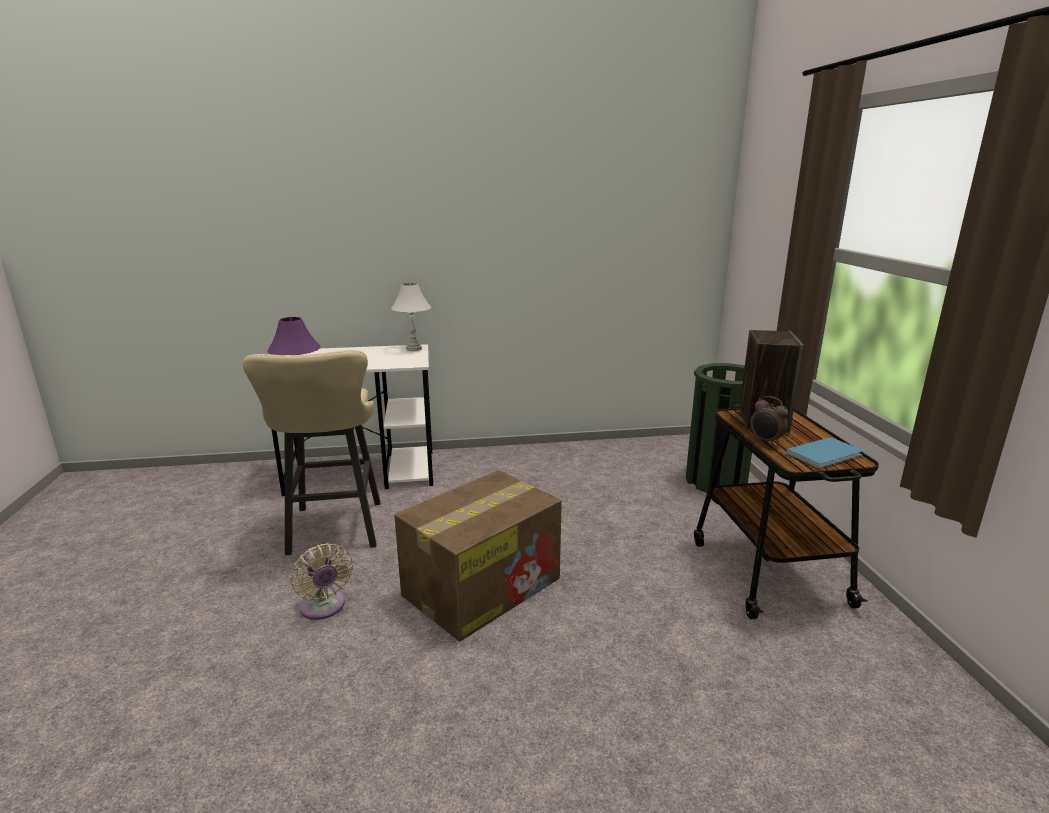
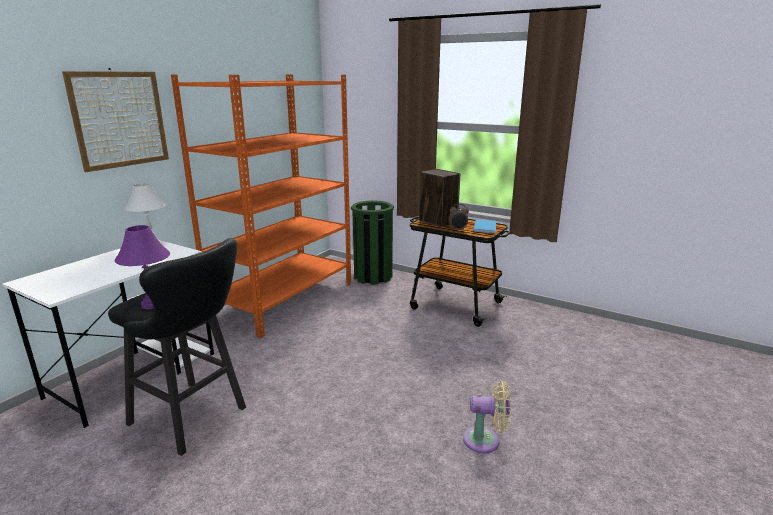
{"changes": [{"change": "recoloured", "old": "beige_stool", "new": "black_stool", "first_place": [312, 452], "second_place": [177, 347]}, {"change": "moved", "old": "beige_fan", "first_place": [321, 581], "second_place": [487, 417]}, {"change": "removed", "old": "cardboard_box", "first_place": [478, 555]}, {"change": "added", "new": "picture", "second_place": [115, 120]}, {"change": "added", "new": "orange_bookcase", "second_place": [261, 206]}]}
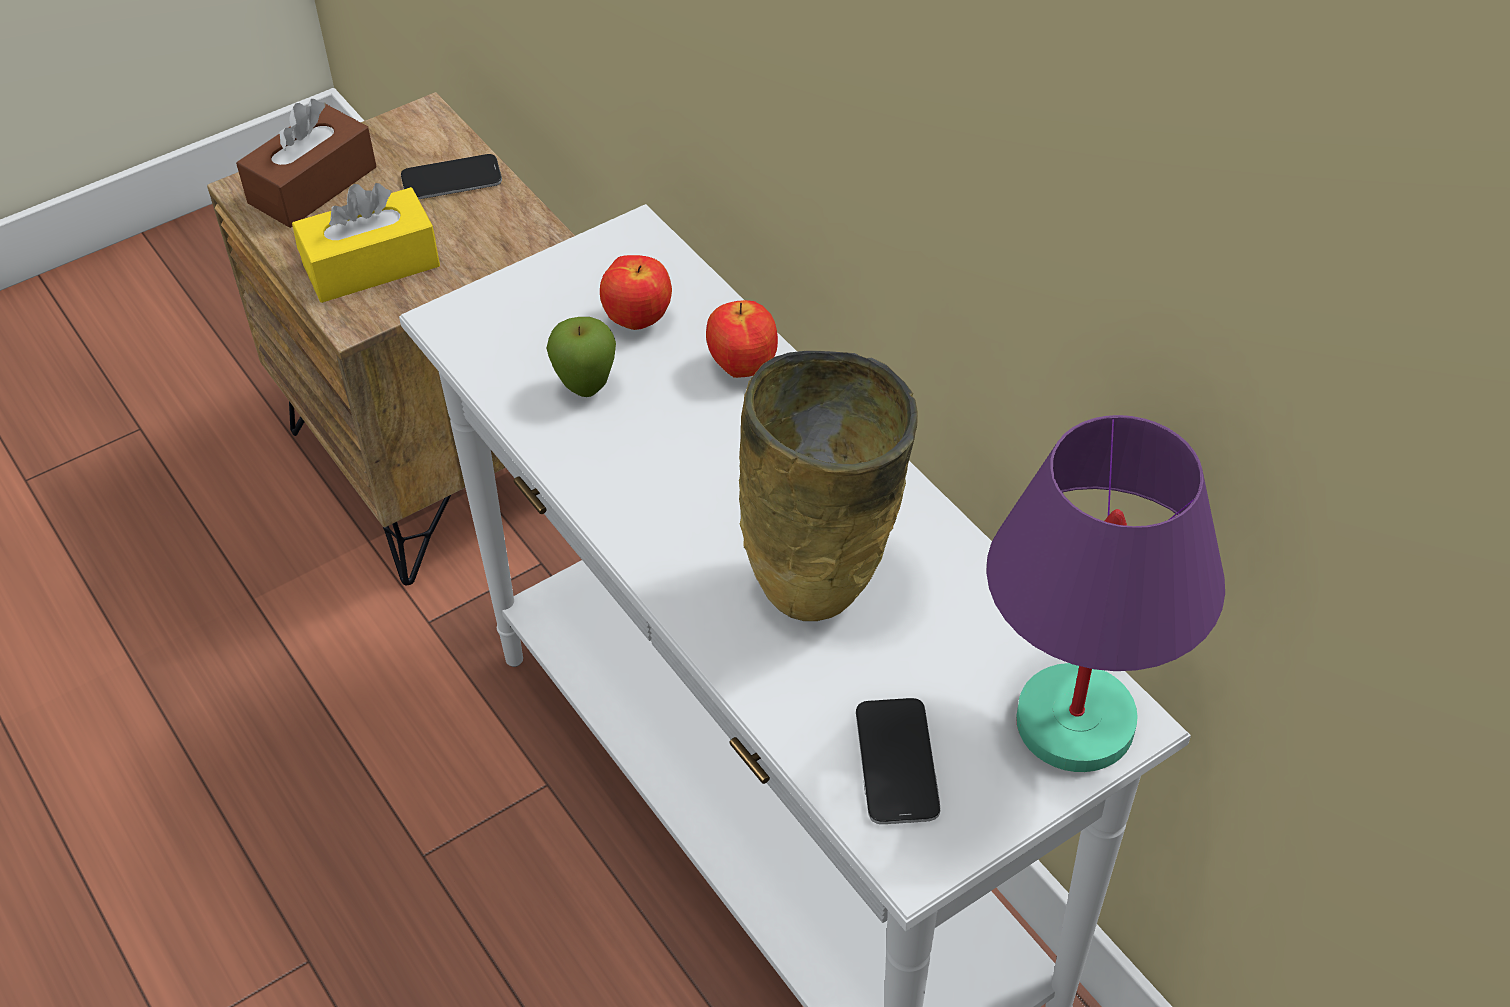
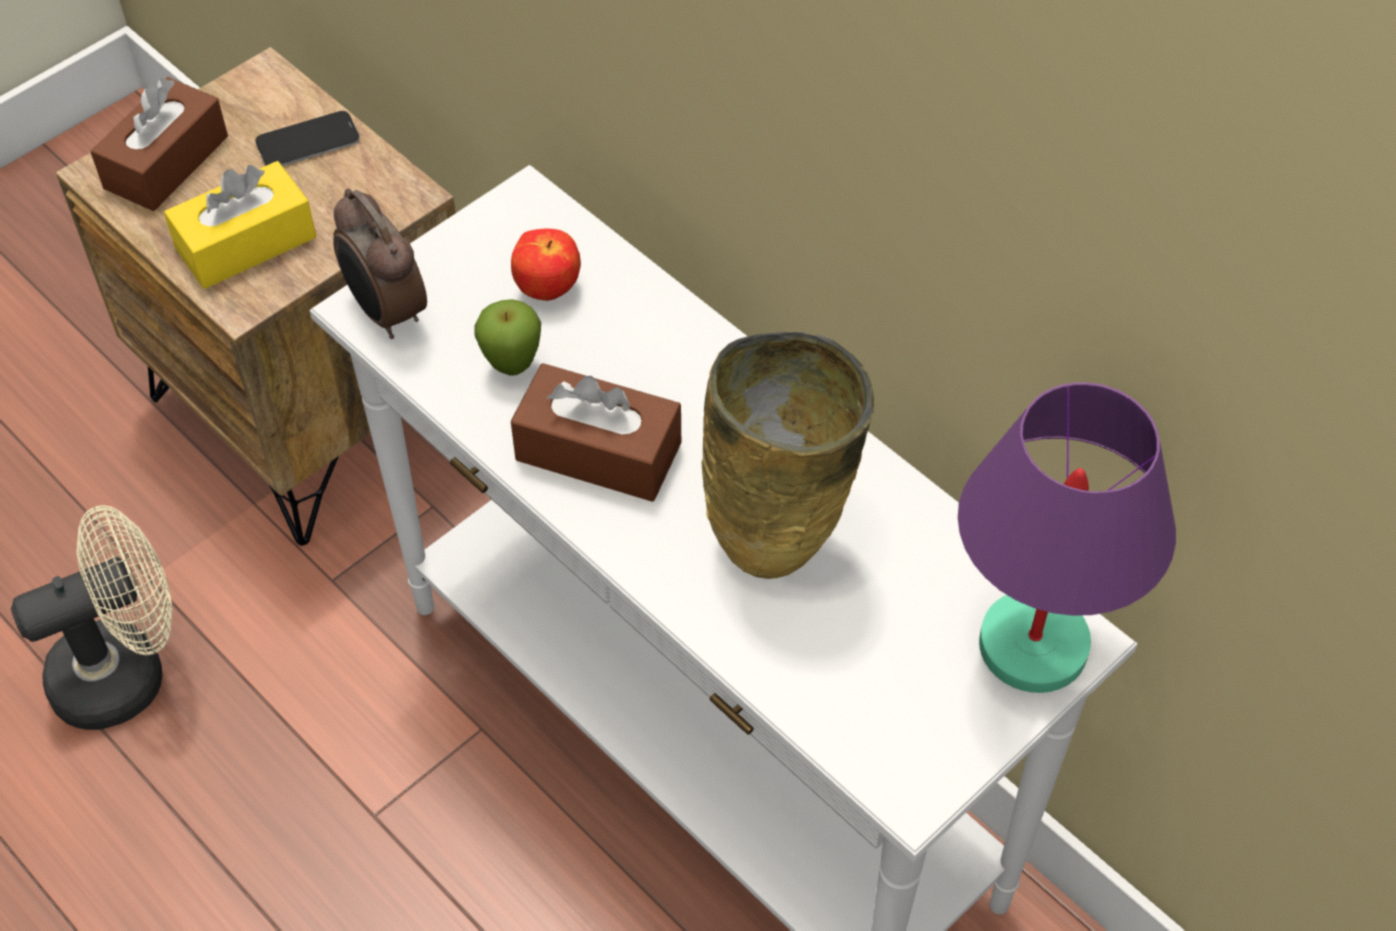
{"changes": [{"change": "removed", "old": "apple", "first_place": [742, 339]}, {"change": "removed", "old": "phone", "first_place": [898, 761]}, {"change": "added", "new": "beige_fan", "second_place": [92, 617]}, {"change": "added", "new": "alarm_clock", "second_place": [380, 263]}, {"change": "added", "new": "brown_tissue_box", "second_place": [596, 432]}]}
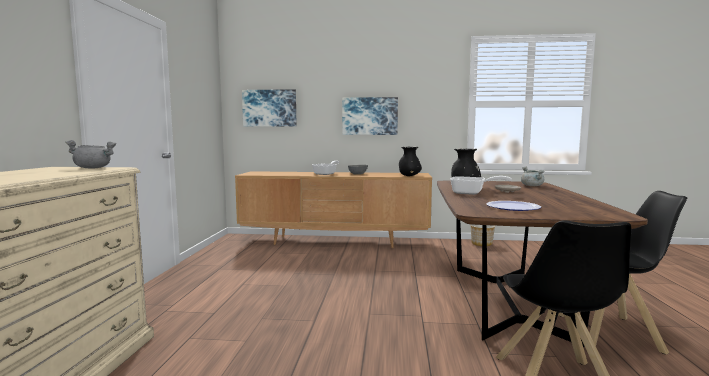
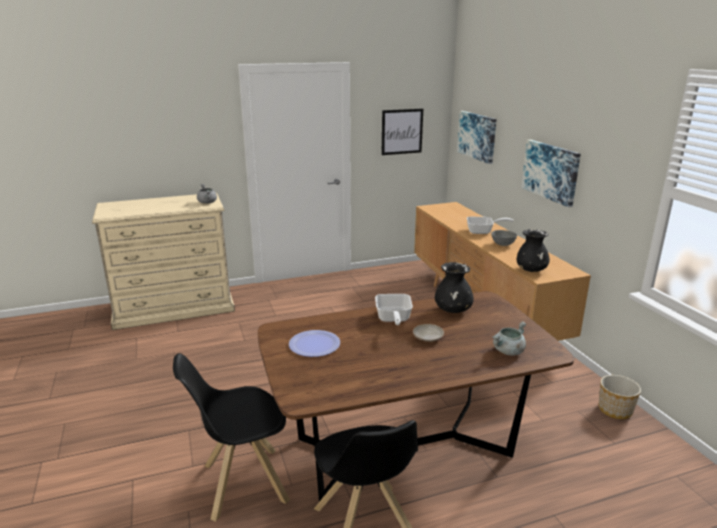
{"changes": [{"change": "added", "new": "picture", "second_place": [402, 132]}]}
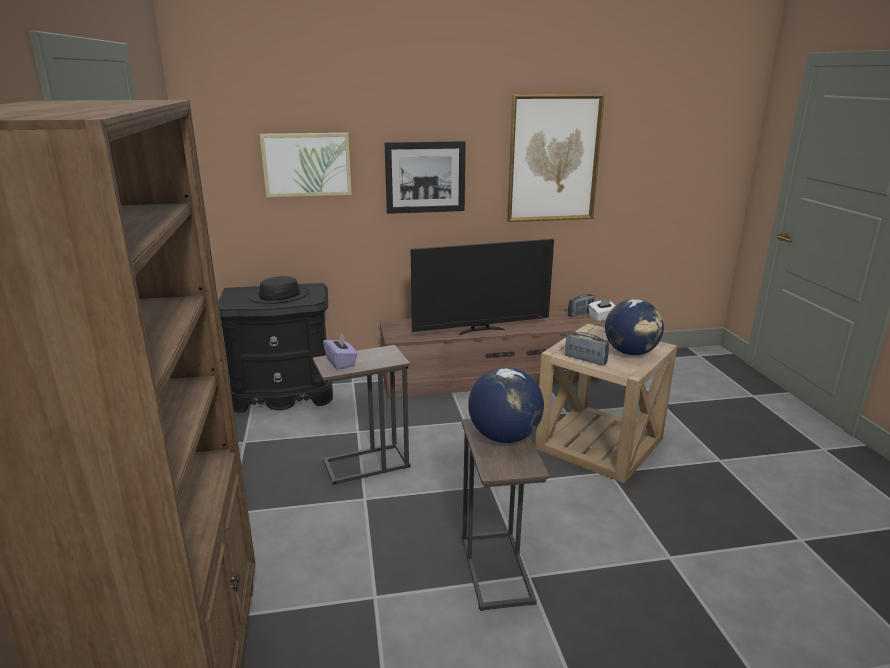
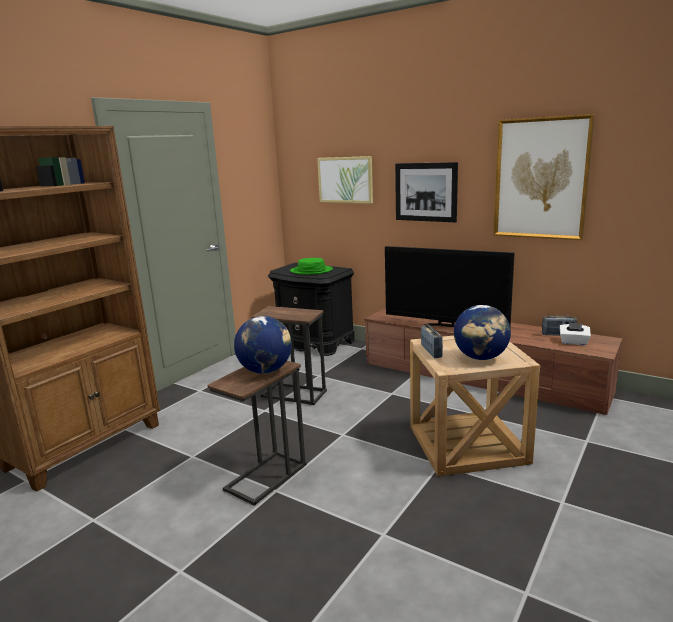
{"changes": [{"change": "recoloured", "old": "black_hat", "new": "green_hat", "first_place": [279, 290], "second_place": [311, 266]}, {"change": "removed", "old": "purple_tissue_box", "first_place": [340, 352]}]}
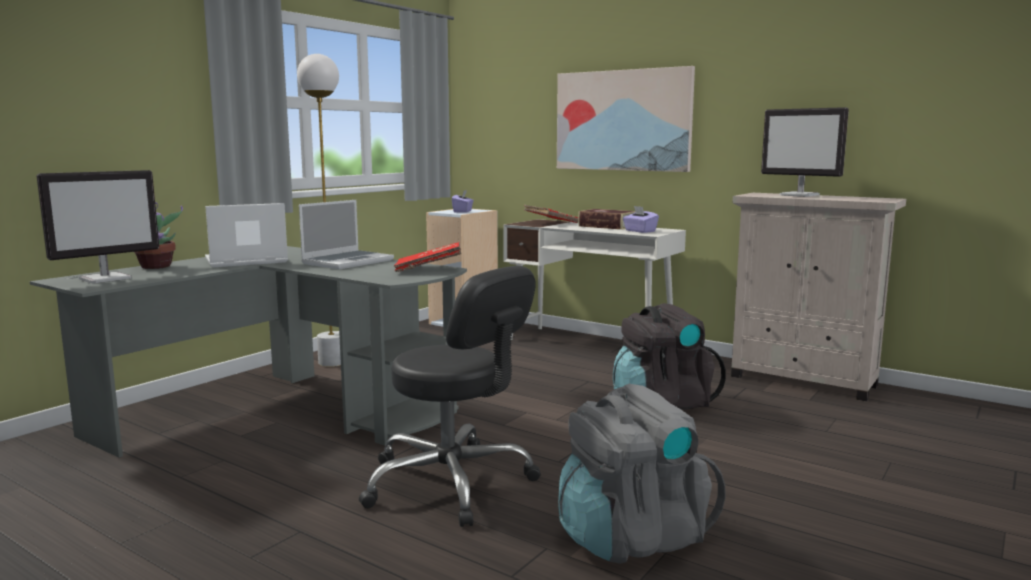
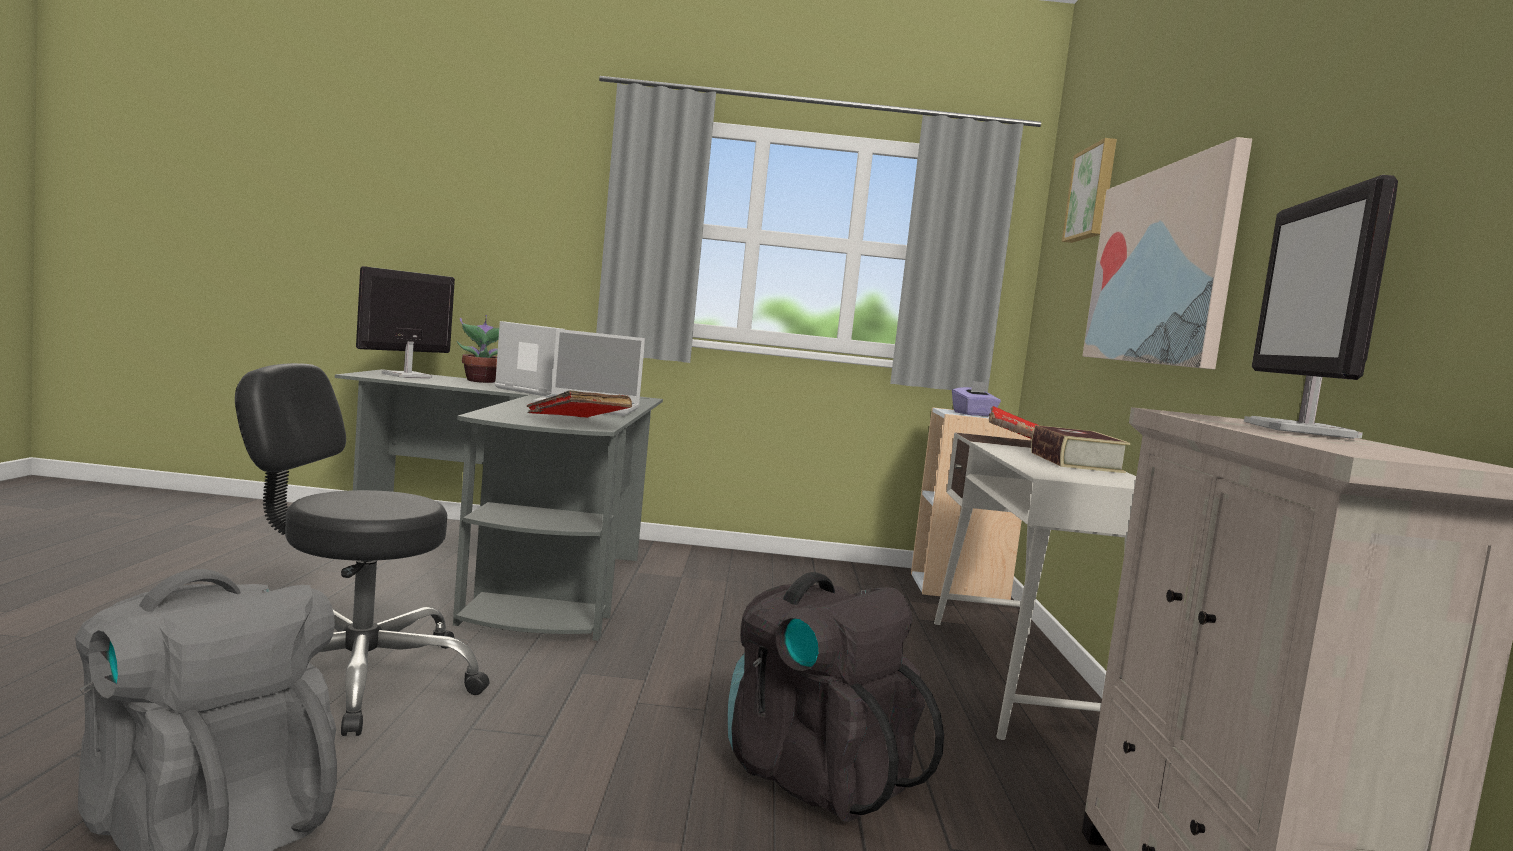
{"changes": [{"change": "turned", "old": "monitor", "first_place": [98, 227], "second_place": [405, 322], "degrees": 120}, {"change": "removed", "old": "white_floor_lamp", "first_place": [319, 210]}, {"change": "turned", "old": "black_office_chair", "first_place": [450, 396], "second_place": [362, 549], "degrees": 90}, {"change": "removed", "old": "purple_tissue_box", "first_place": [641, 219]}, {"change": "added", "new": "picture", "second_place": [1089, 190]}]}
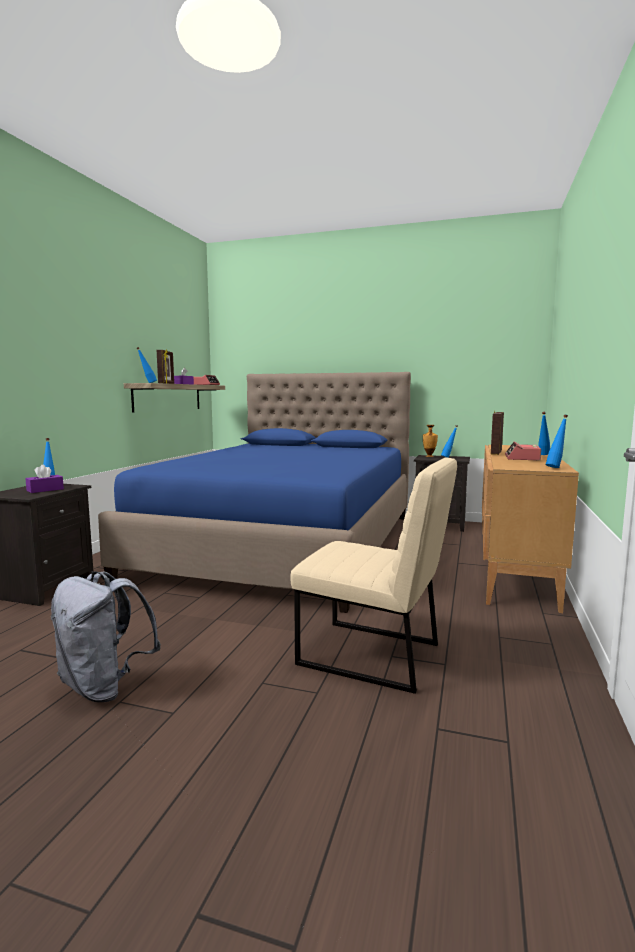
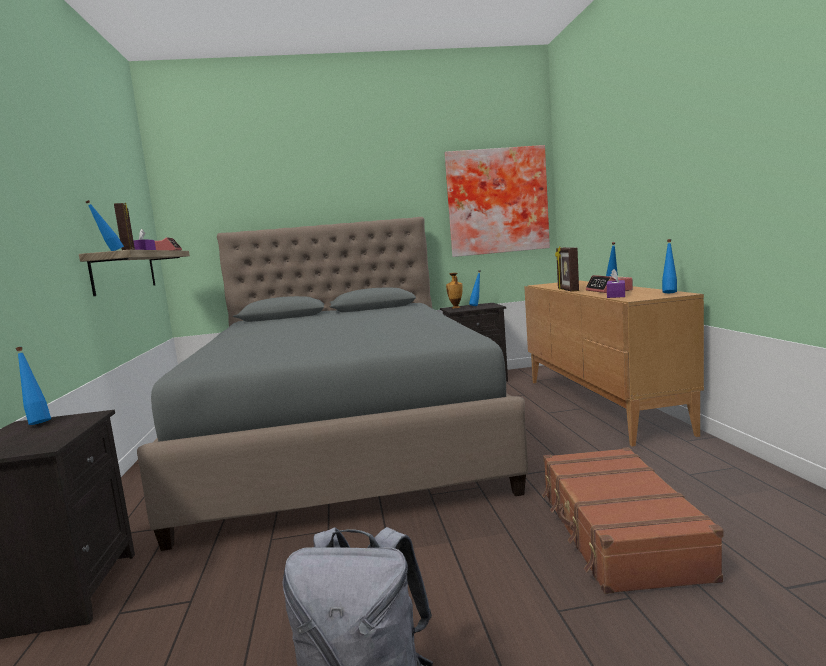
{"changes": [{"change": "moved", "old": "purple_tissue_box", "first_place": [44, 479], "second_place": [616, 283]}, {"change": "recoloured", "old": "blue_bed", "new": "grey_bed", "first_place": [254, 492], "second_place": [332, 384]}, {"change": "replaced", "old": "beige_chair", "new": "brown_suitcase", "first_place": [373, 576], "second_place": [633, 520]}, {"change": "added", "new": "picture", "second_place": [497, 201]}]}
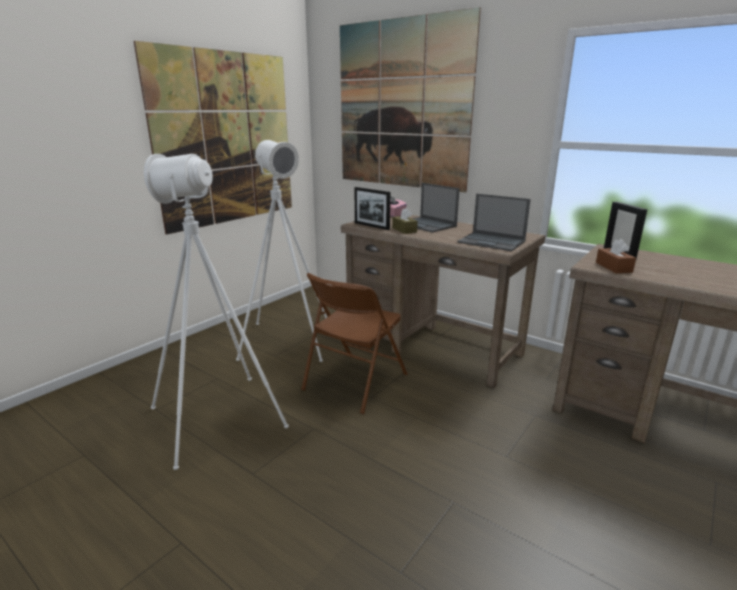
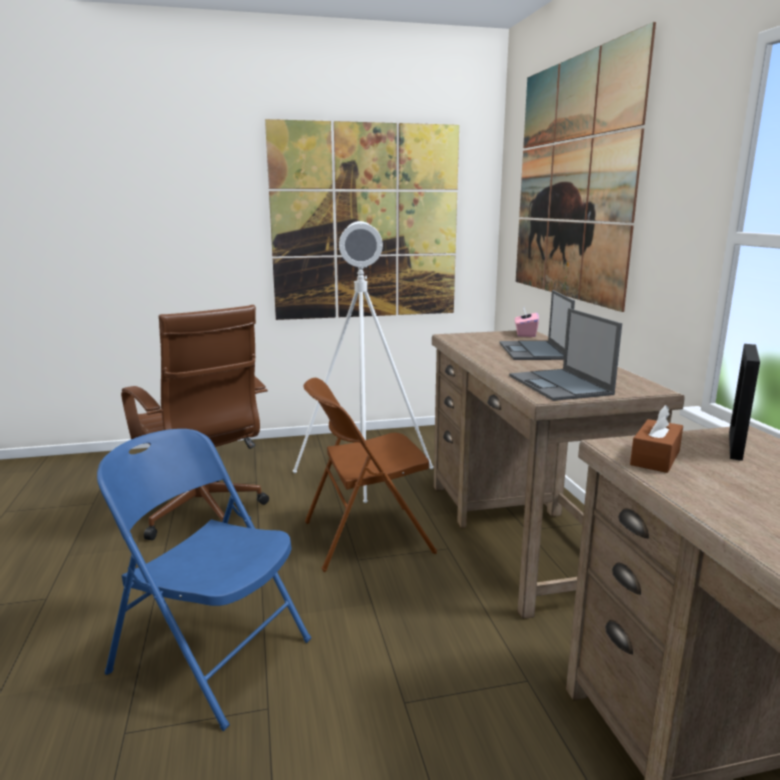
{"changes": [{"change": "replaced", "old": "white_floor_lamp", "new": "brown_office_chair", "first_place": [216, 312], "second_place": [195, 422]}, {"change": "removed", "old": "picture_frame", "first_place": [372, 208]}, {"change": "removed", "old": "brown_tissue_box", "first_place": [405, 221]}, {"change": "added", "new": "blue_chair", "second_place": [204, 580]}]}
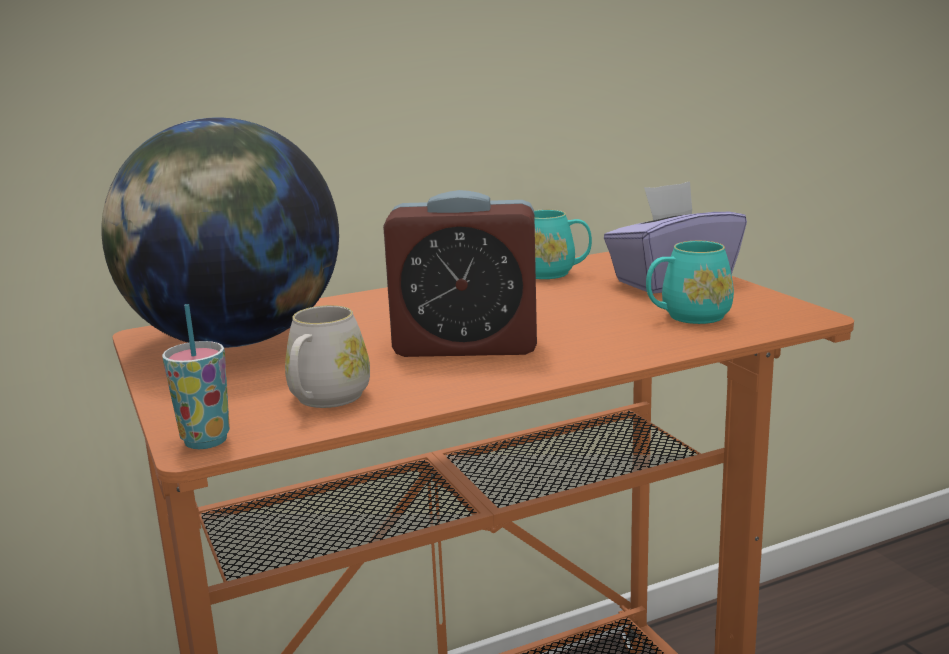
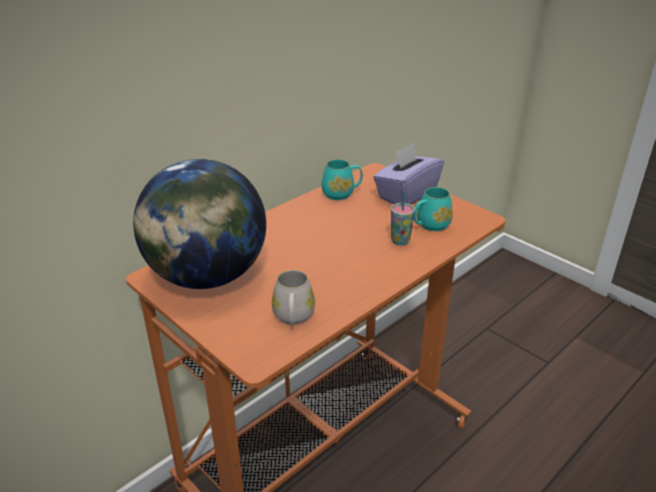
{"changes": [{"change": "moved", "old": "cup", "first_place": [196, 376], "second_place": [403, 218]}, {"change": "removed", "old": "alarm_clock", "first_place": [460, 273]}]}
